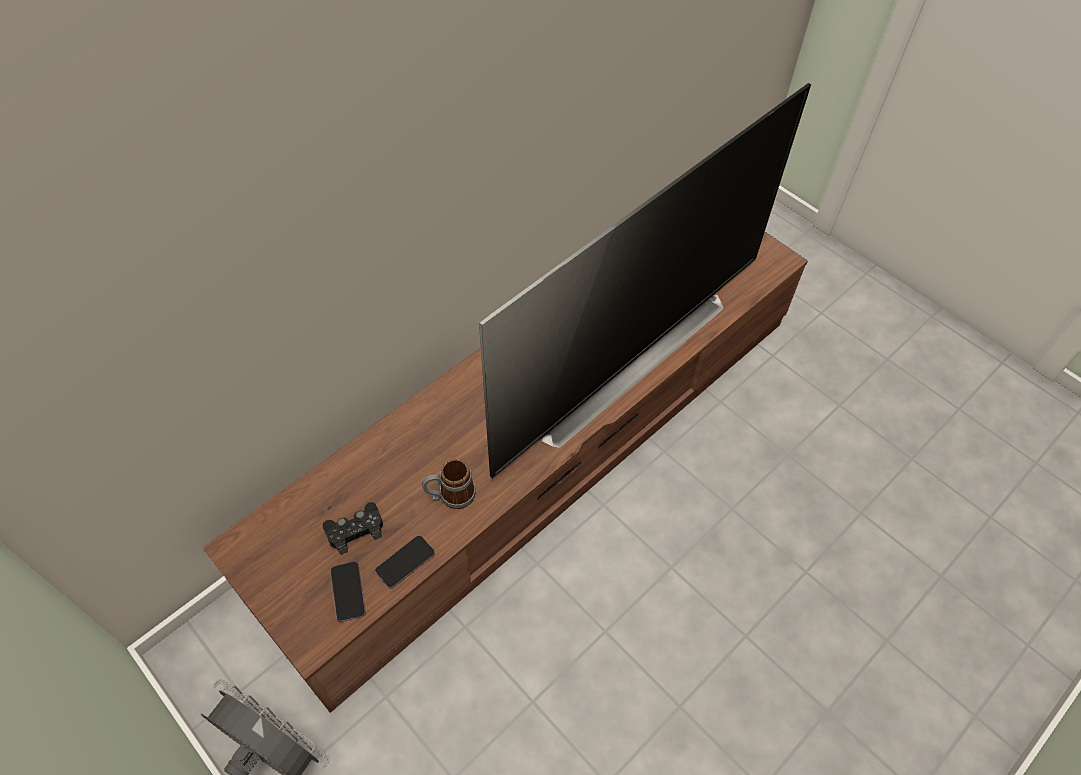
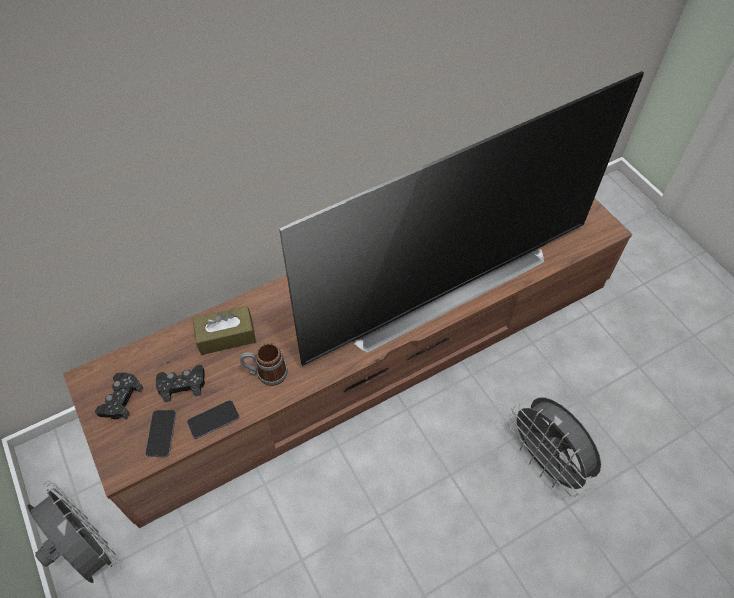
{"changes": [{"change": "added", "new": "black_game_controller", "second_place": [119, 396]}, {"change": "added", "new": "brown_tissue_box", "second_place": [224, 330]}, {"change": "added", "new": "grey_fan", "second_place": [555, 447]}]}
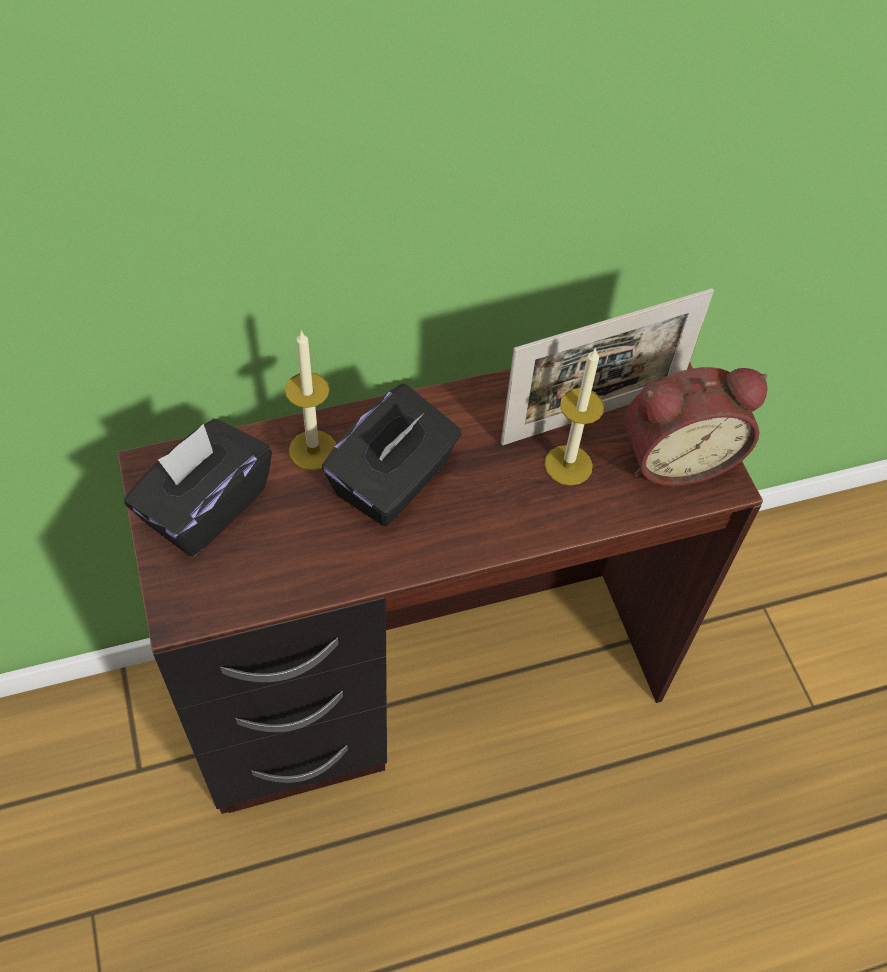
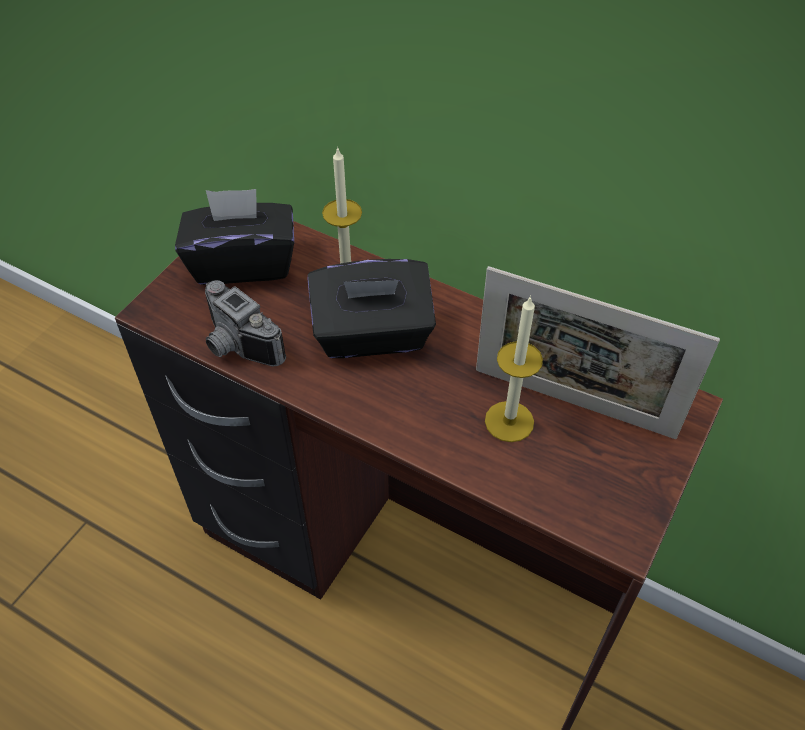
{"changes": [{"change": "removed", "old": "alarm_clock", "first_place": [696, 426]}, {"change": "added", "new": "photo_camera", "second_place": [245, 323]}]}
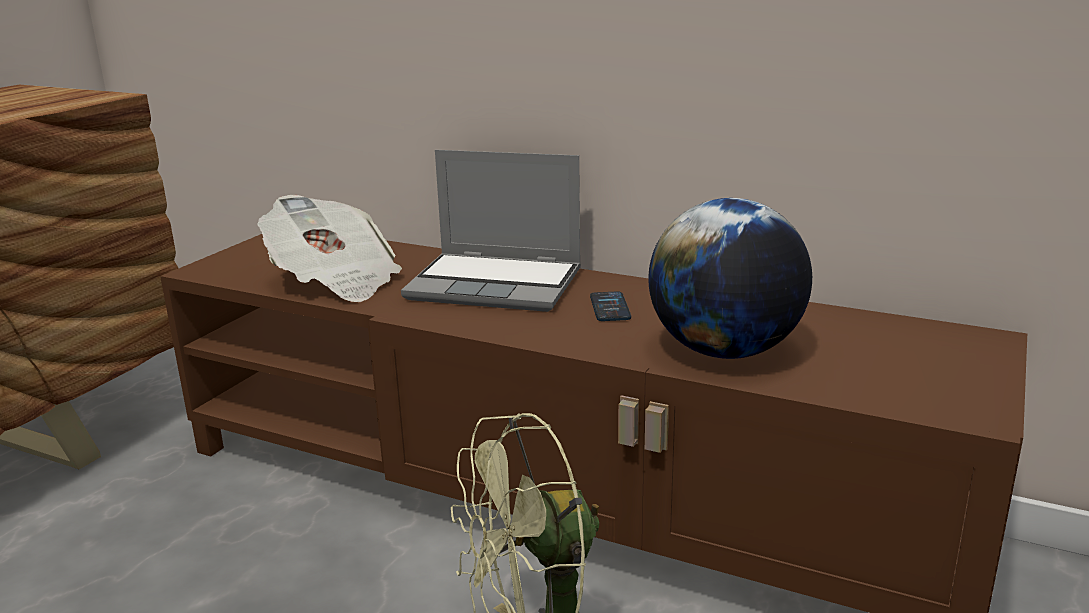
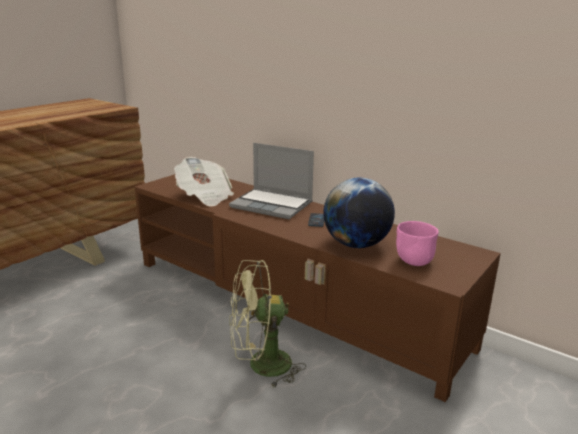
{"changes": [{"change": "added", "new": "pink_bowl", "second_place": [417, 243]}]}
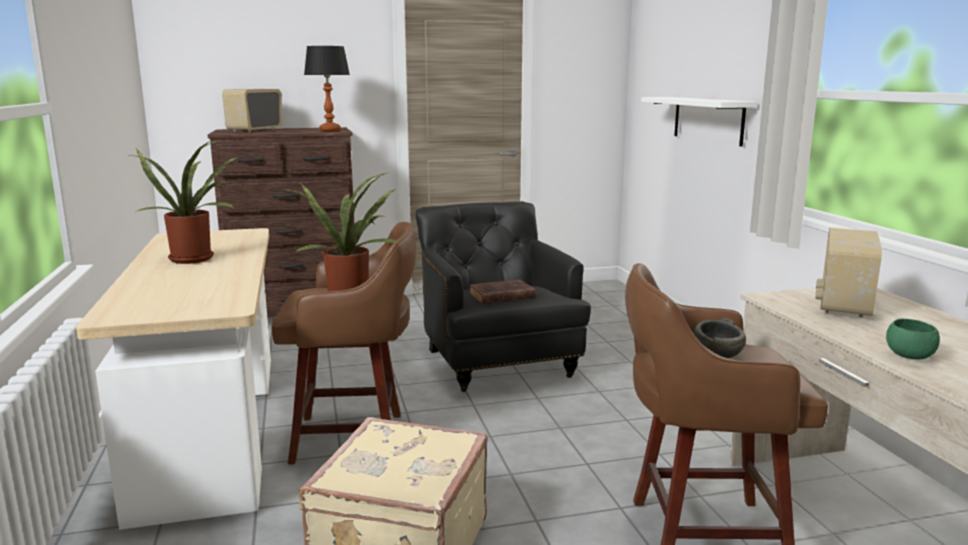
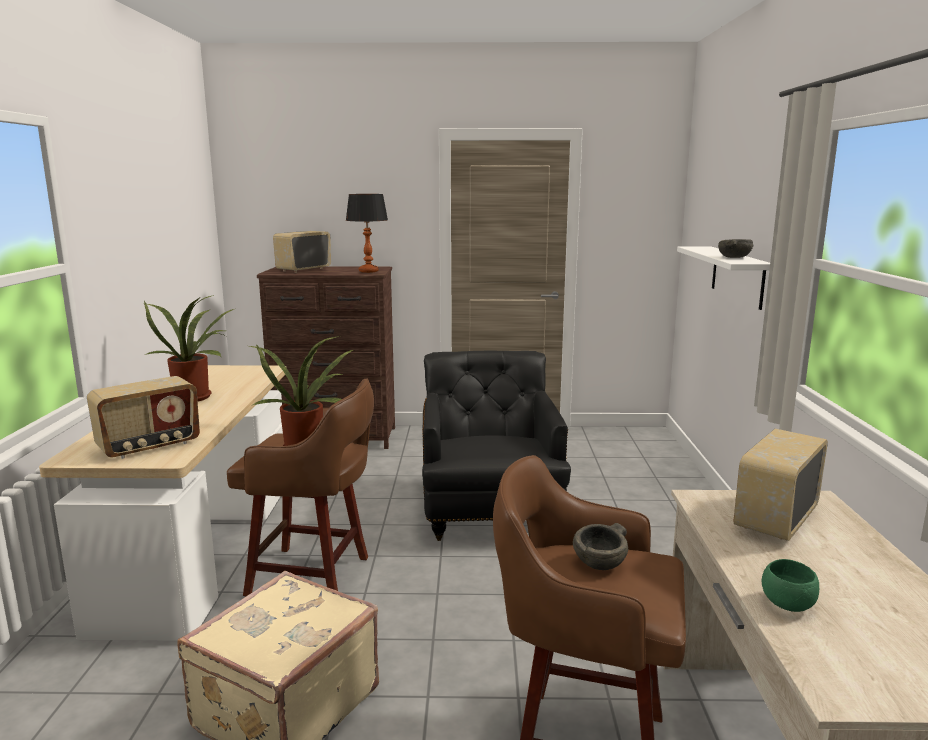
{"changes": [{"change": "removed", "old": "brown_book", "first_place": [502, 292]}, {"change": "added", "new": "radio", "second_place": [143, 417]}, {"change": "added", "new": "grey_bowl", "second_place": [735, 248]}]}
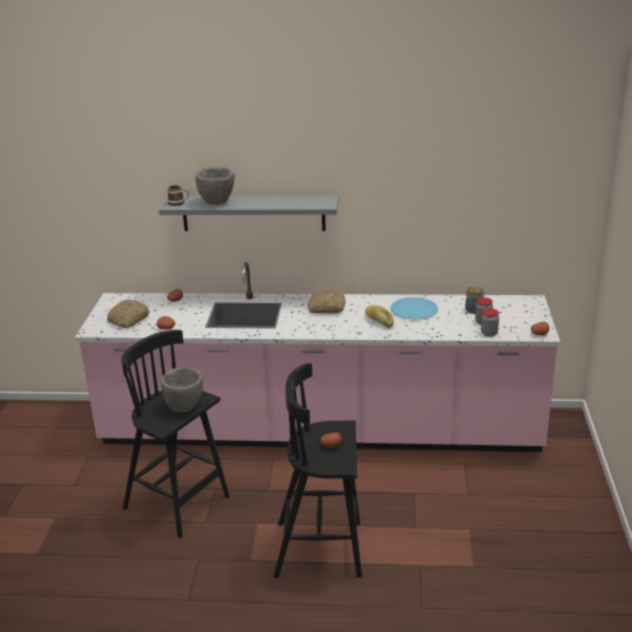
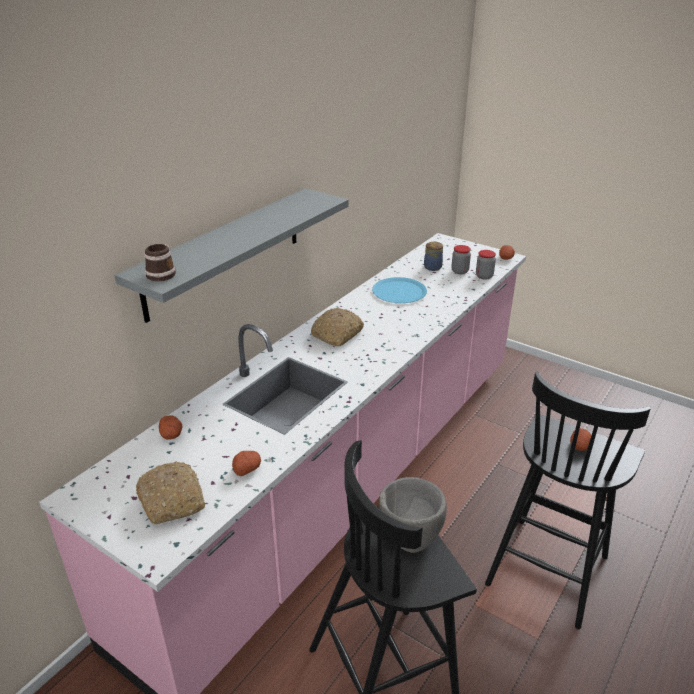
{"changes": [{"change": "removed", "old": "grey_bowl", "first_place": [215, 186]}, {"change": "removed", "old": "bread", "first_place": [379, 316]}]}
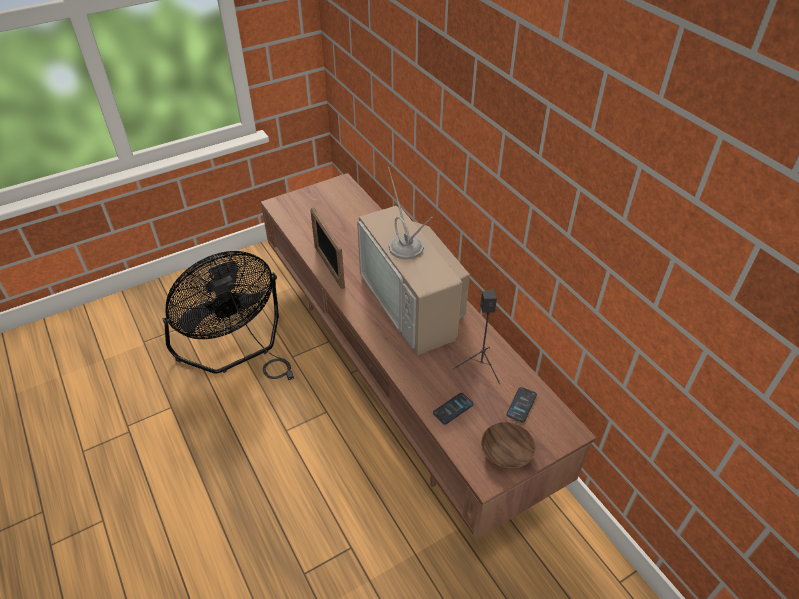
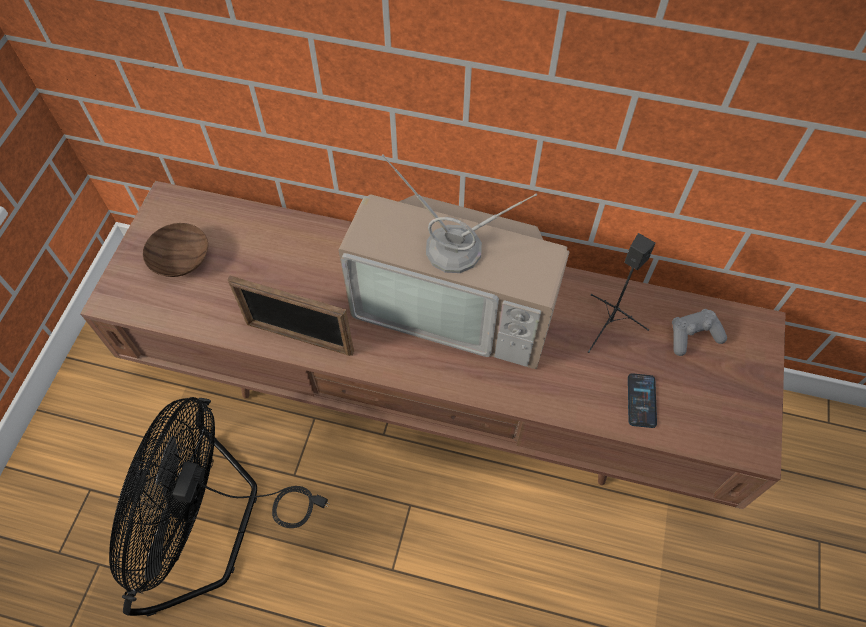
{"changes": [{"change": "moved", "old": "brown_bowl", "first_place": [508, 445], "second_place": [175, 250]}, {"change": "replaced", "old": "phone", "new": "grey_game_controller", "first_place": [521, 405], "second_place": [699, 332]}]}
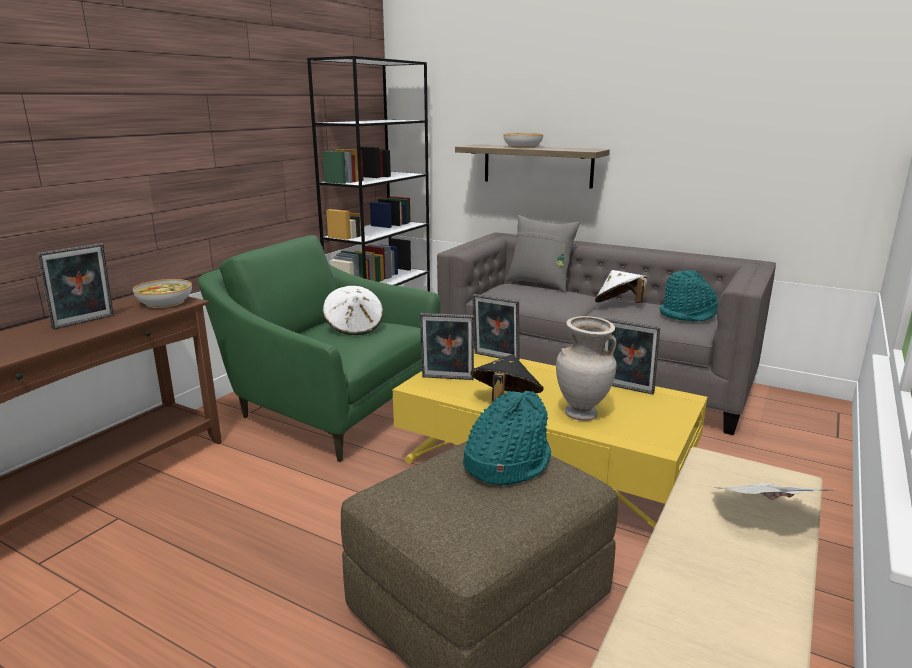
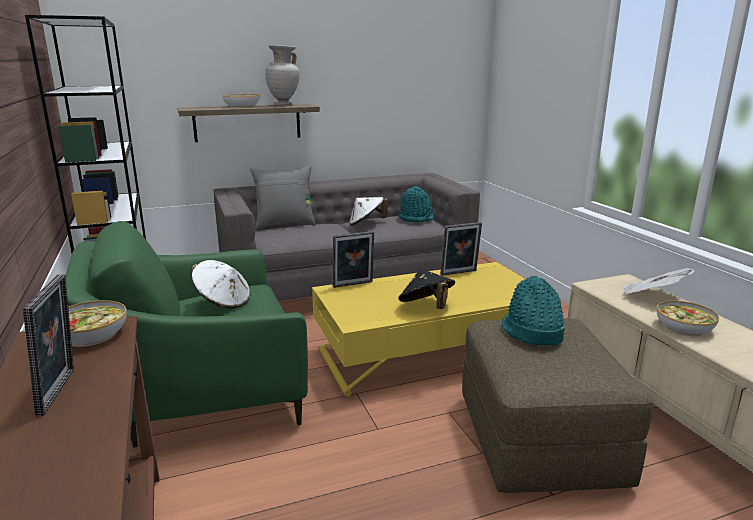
{"changes": [{"change": "removed", "old": "picture_frame", "first_place": [447, 346]}, {"change": "moved", "old": "beige_vase", "first_place": [586, 368], "second_place": [282, 75]}, {"change": "added", "new": "bowl", "second_place": [688, 318]}]}
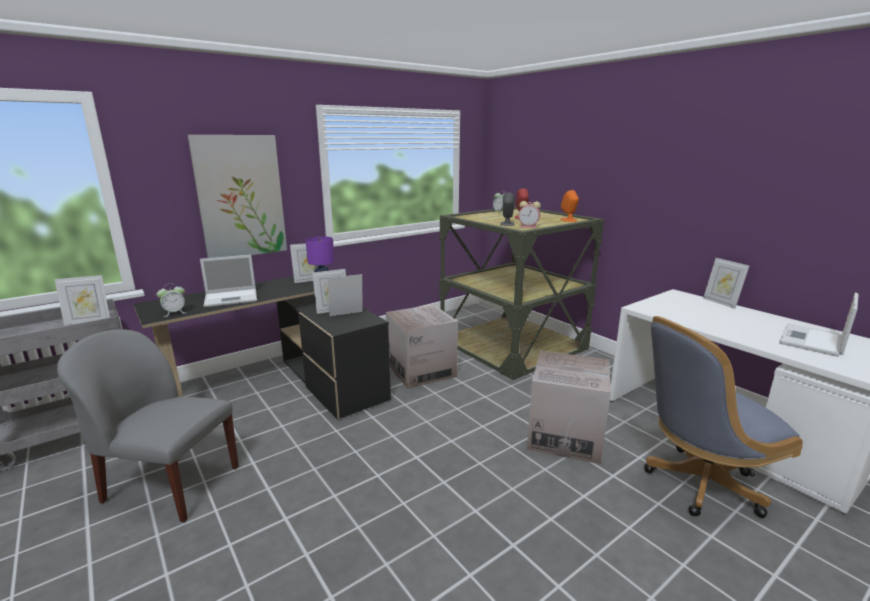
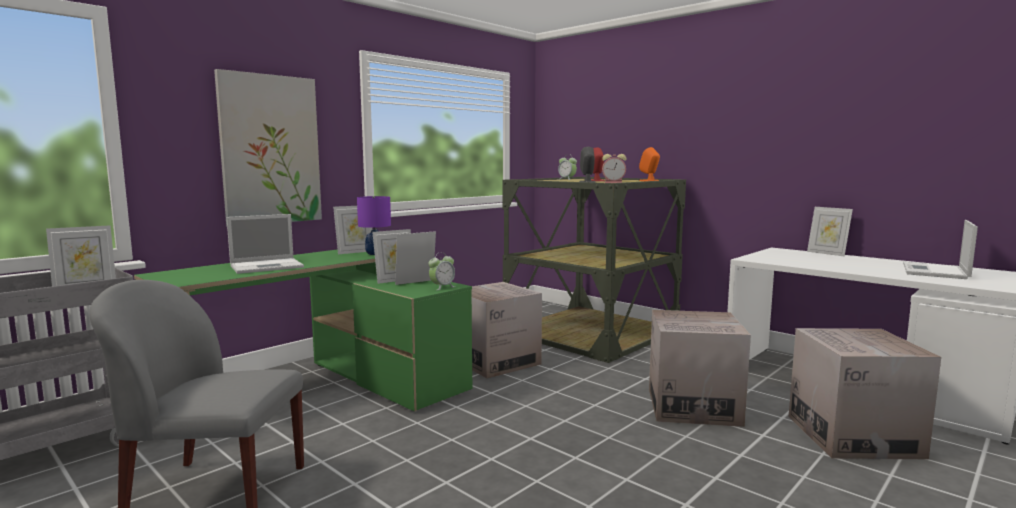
{"changes": [{"change": "recoloured", "old": "black_desk", "new": "green_desk", "first_place": [262, 348], "second_place": [303, 330]}, {"change": "moved", "old": "alarm_clock", "first_place": [171, 300], "second_place": [442, 271]}, {"change": "replaced", "old": "blue_office_chair", "new": "cardboard_box", "first_place": [723, 417], "second_place": [865, 393]}]}
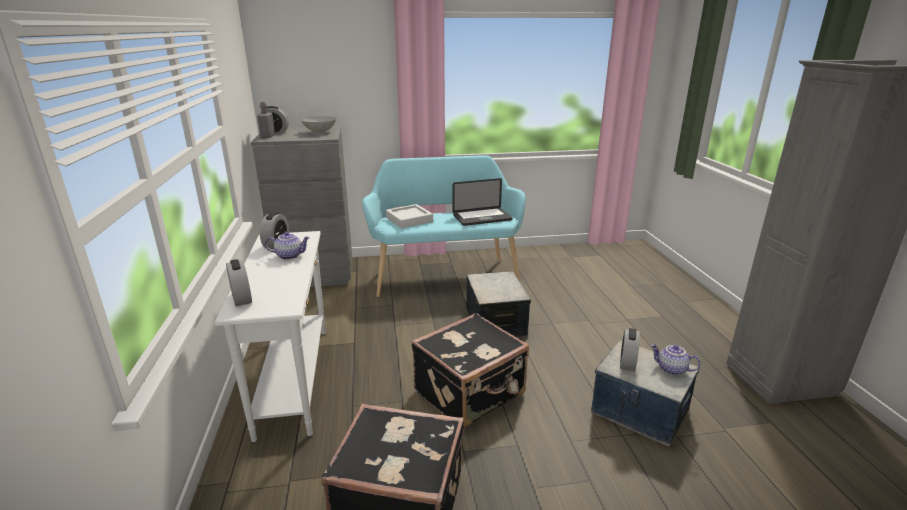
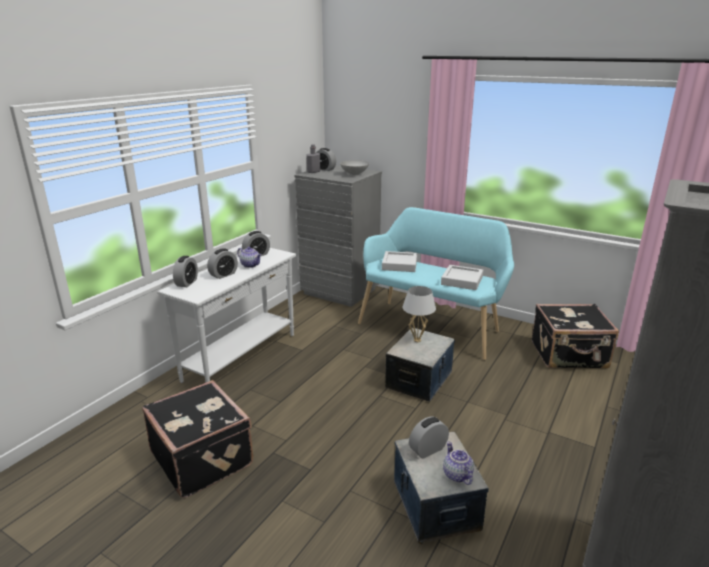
{"changes": [{"change": "moved", "old": "black_suitcase", "first_place": [470, 371], "second_place": [575, 336]}, {"change": "replaced", "old": "laptop", "new": "grey_tray", "first_place": [483, 202], "second_place": [462, 277]}, {"change": "added", "new": "alarm_clock", "second_place": [222, 263]}, {"change": "added", "new": "white_table_lamp", "second_place": [419, 314]}]}
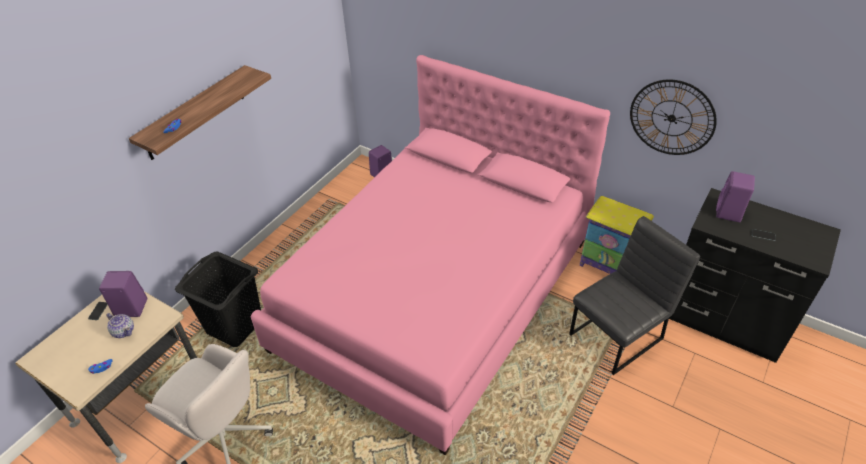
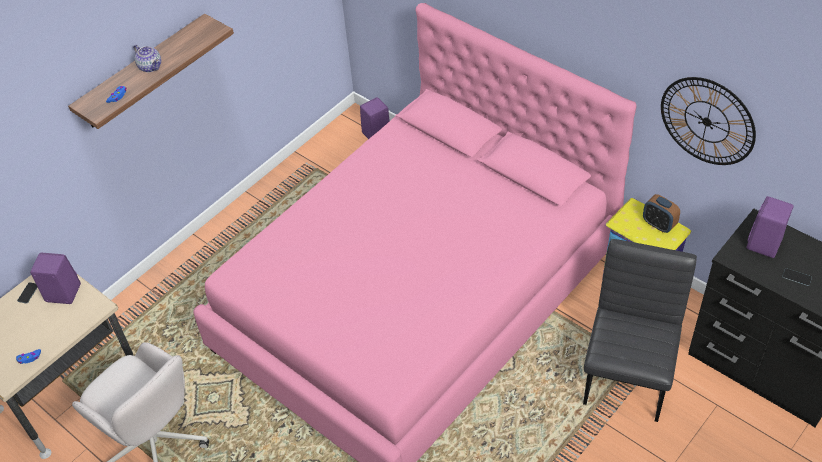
{"changes": [{"change": "moved", "old": "teapot", "first_place": [120, 325], "second_place": [147, 58]}, {"change": "removed", "old": "black_laundry_basket", "first_place": [218, 299]}, {"change": "turned", "old": "grey_chair", "first_place": [634, 295], "second_place": [640, 330], "degrees": -45}, {"change": "added", "new": "alarm_clock", "second_place": [661, 213]}]}
